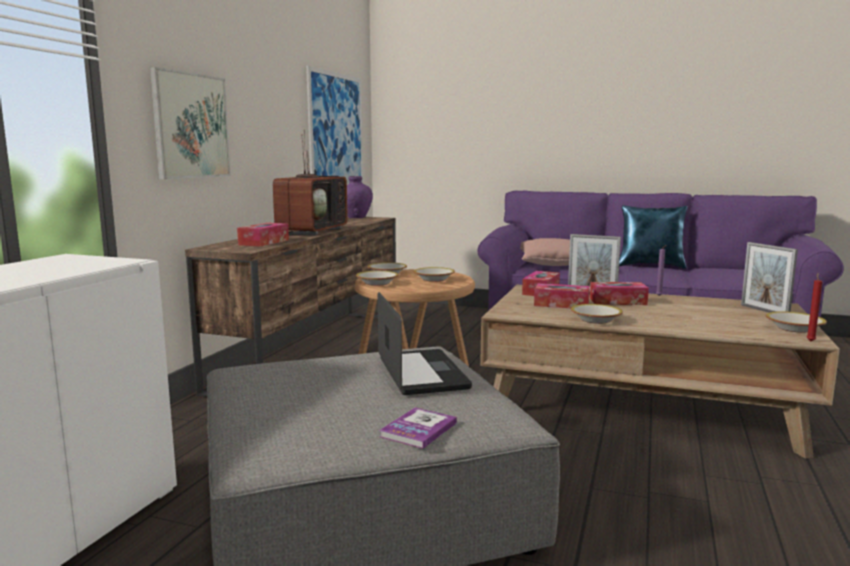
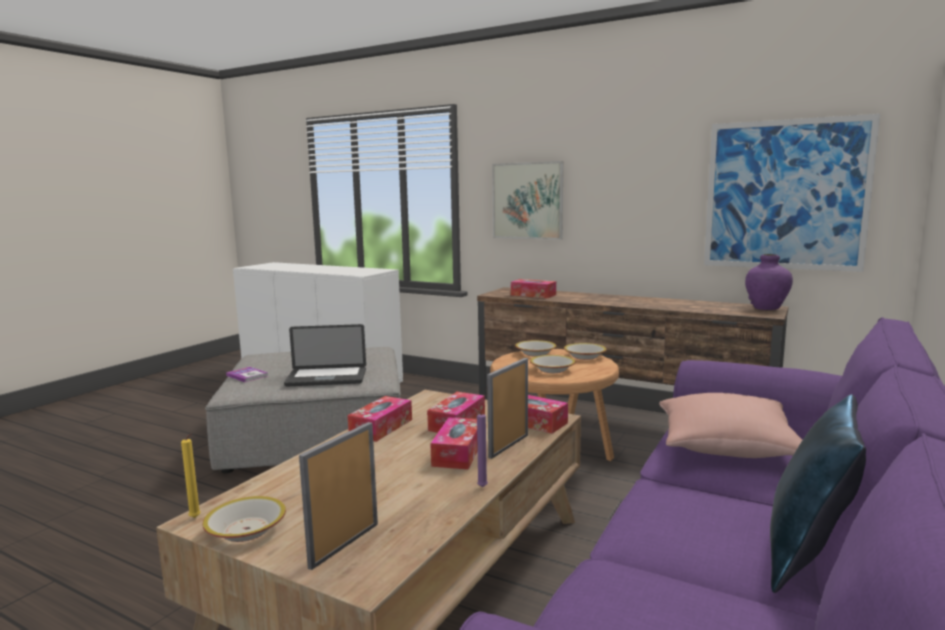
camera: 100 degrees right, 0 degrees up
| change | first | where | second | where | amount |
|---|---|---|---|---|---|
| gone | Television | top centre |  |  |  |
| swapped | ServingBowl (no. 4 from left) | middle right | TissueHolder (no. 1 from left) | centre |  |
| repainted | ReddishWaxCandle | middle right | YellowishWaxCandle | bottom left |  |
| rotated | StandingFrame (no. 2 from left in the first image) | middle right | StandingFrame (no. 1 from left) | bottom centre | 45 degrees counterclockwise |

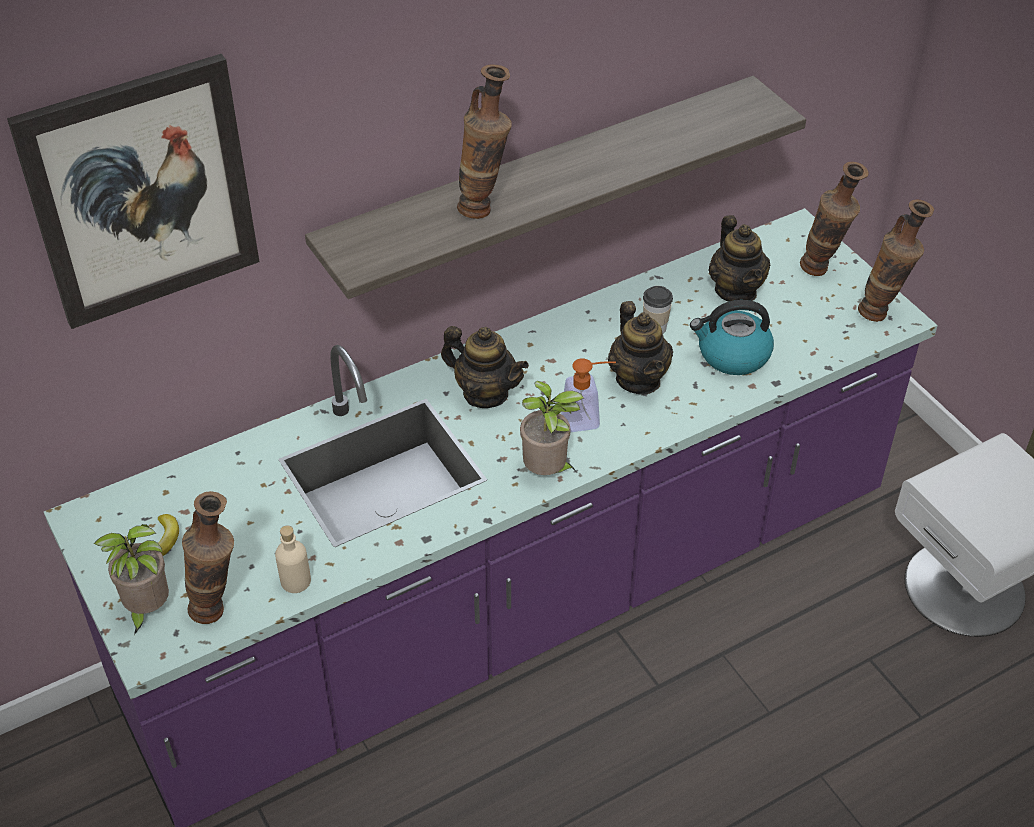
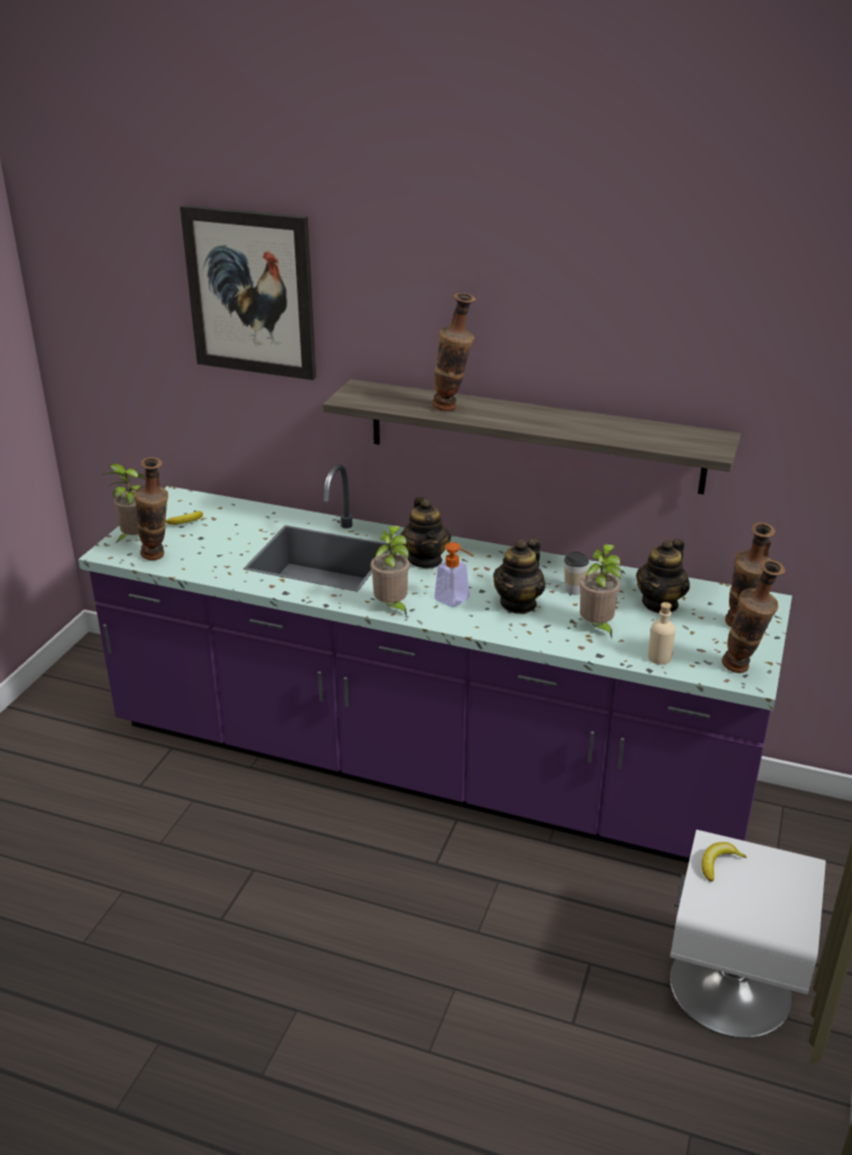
camera: 50 degrees right, 15 degrees down
| change | first | where | second | where | amount |
|---|---|---|---|---|---|
| new |  |  | WholeBanana (no. 2 from left) | bottom right |  |
| shifted | BeigeBottle | bottom left |  | middle right |  |
| swapped | Kettle | middle right | PlantInAPot (no. 3 from left) | middle right |  |

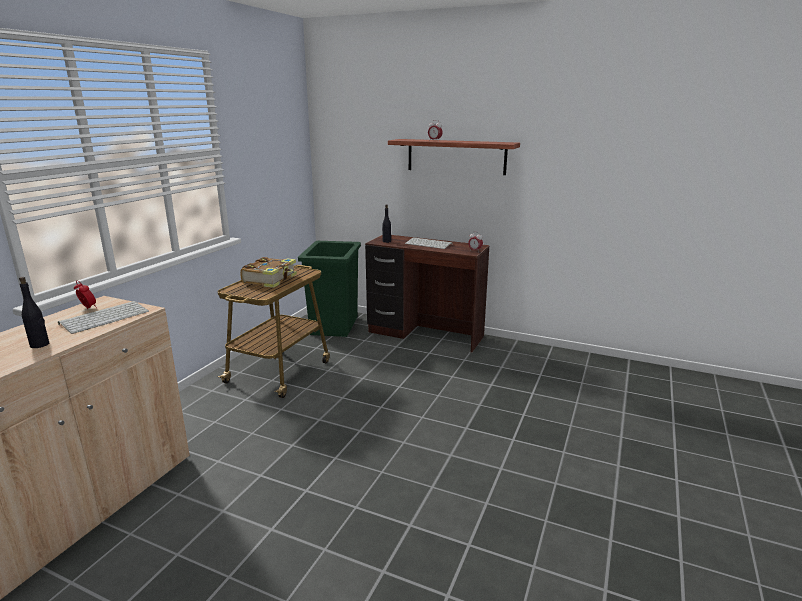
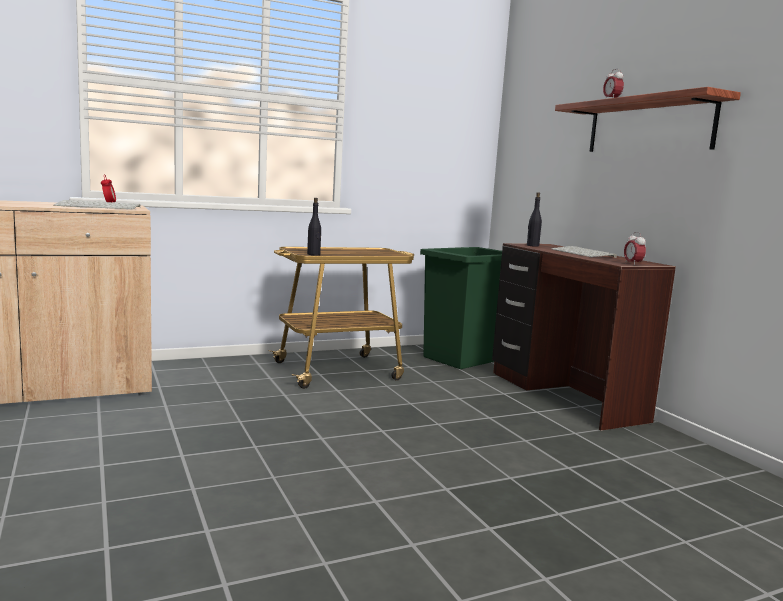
camera: 40 degrees right, 10 degrees down
| change | first | where | second | where | amount |
|---|---|---|---|---|---|
| gone | BoundBook | centre |  |  |  |
| shifted | BlackColouredBottle (no. 1 from left) | middle left |  | centre |  |

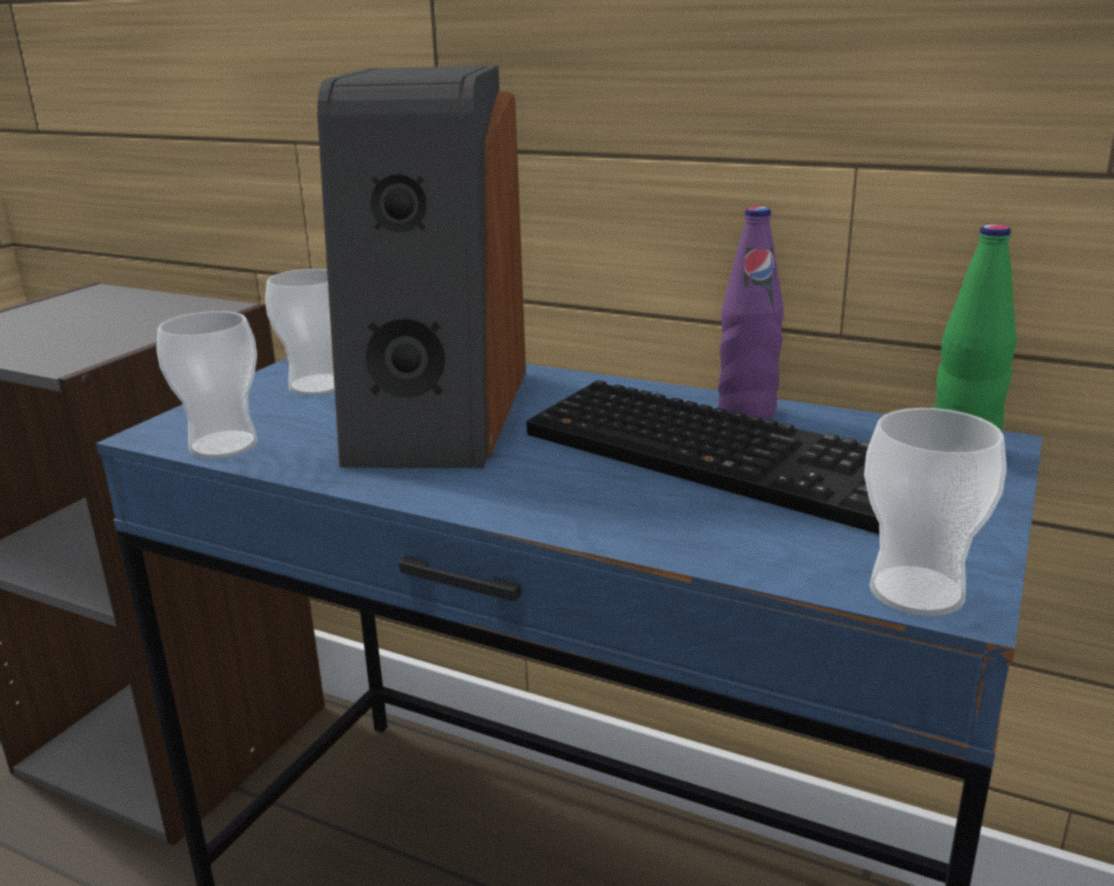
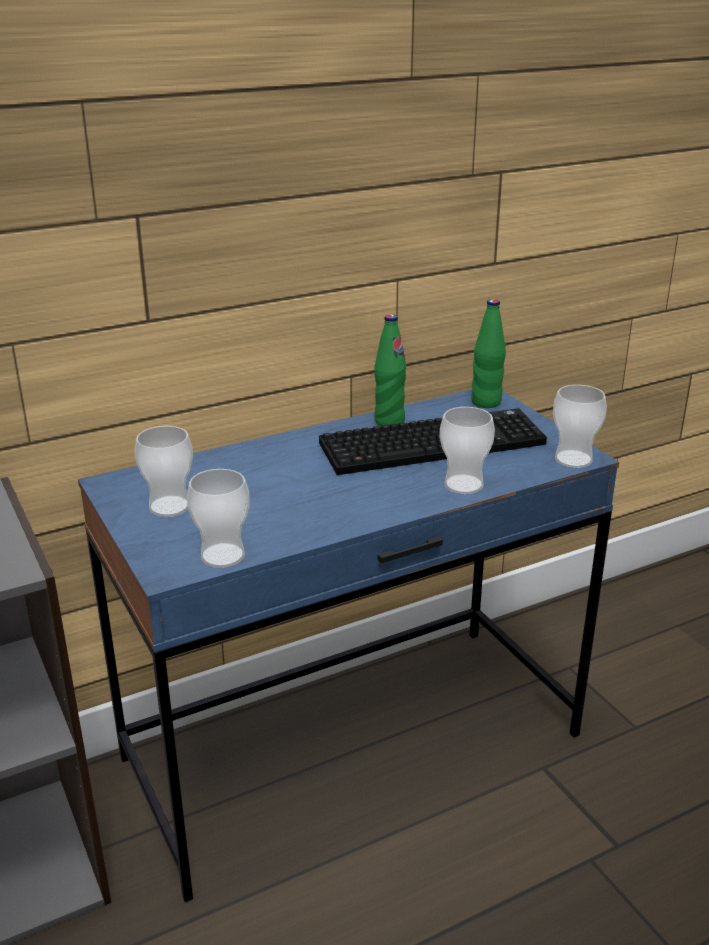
camera: 55 degrees left, 5 degrees up
| change | first | where | second | where | amount |
|---|---|---|---|---|---|
| gone | Loudspeaker | top centre |  |  |  |
| new |  |  | SmallCup (no. 3 from left) | centre |  |
| repainted | PurpleBottle | middle right | GreenishBottle (no. 1 from left) | centre |  |

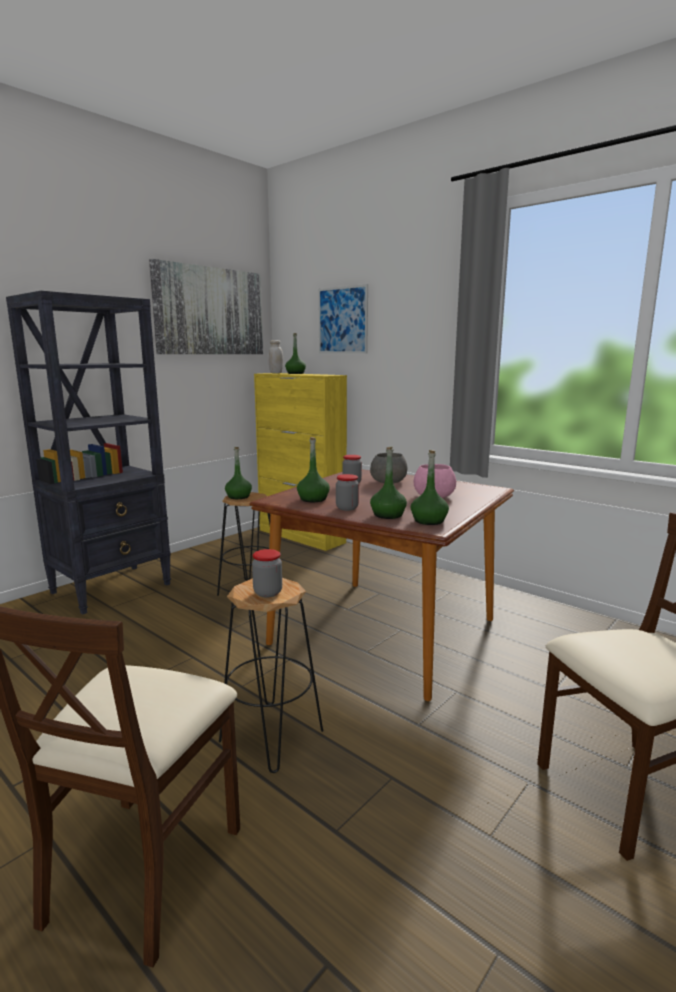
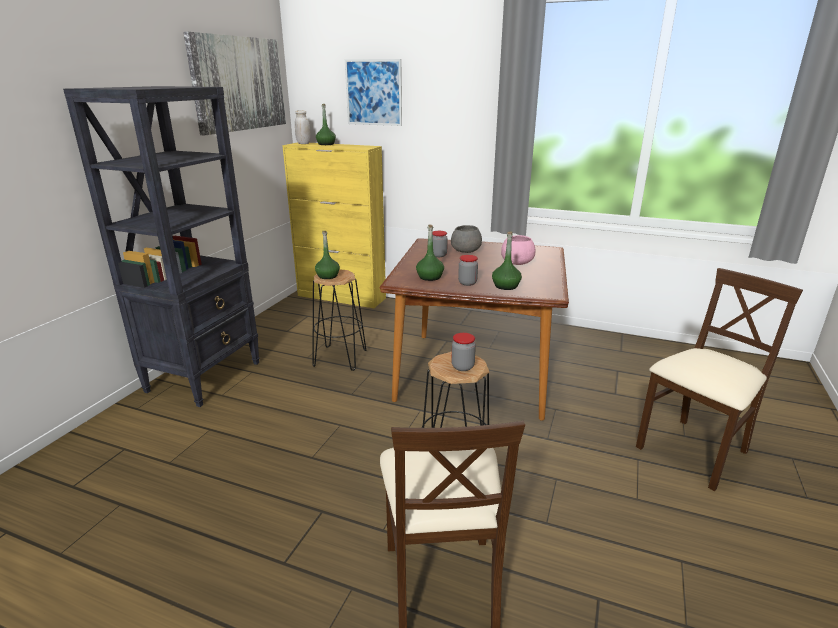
camera: 20 degrees left, 10 degrees up
| change | first | where | second | where | amount |
|---|---|---|---|---|---|
| gone | GreenishBottle (no. 5 from left) | centre |  |  |  |

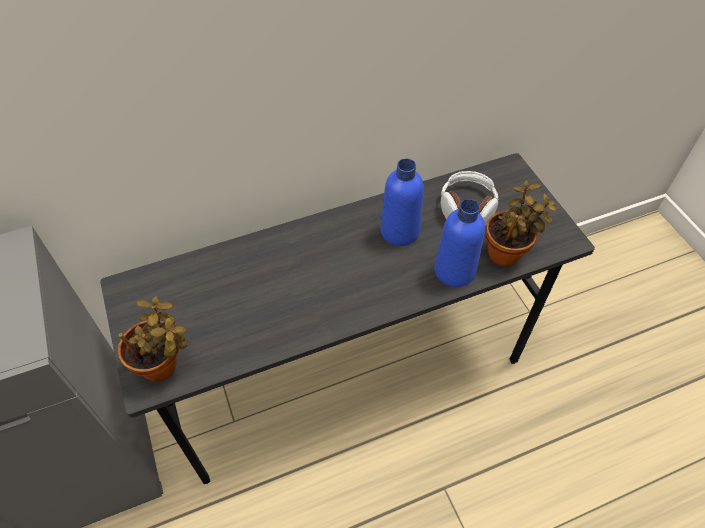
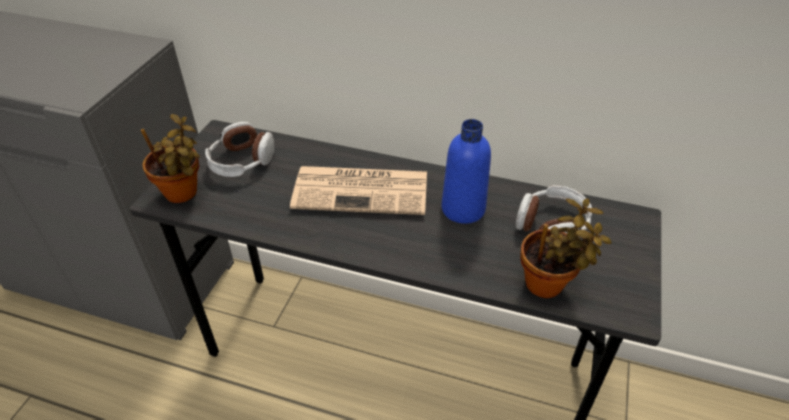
camera: 40 degrees right, 10 degrees down
| change | first | where | second | where | amount |
|---|---|---|---|---|---|
| gone | BluishBottle (no. 2 from left) | centre |  |  |  |
| new |  |  | PairOfHeadphones (no. 1 from left) | middle left |  |
| new |  |  | DailyPaper | centre |  |

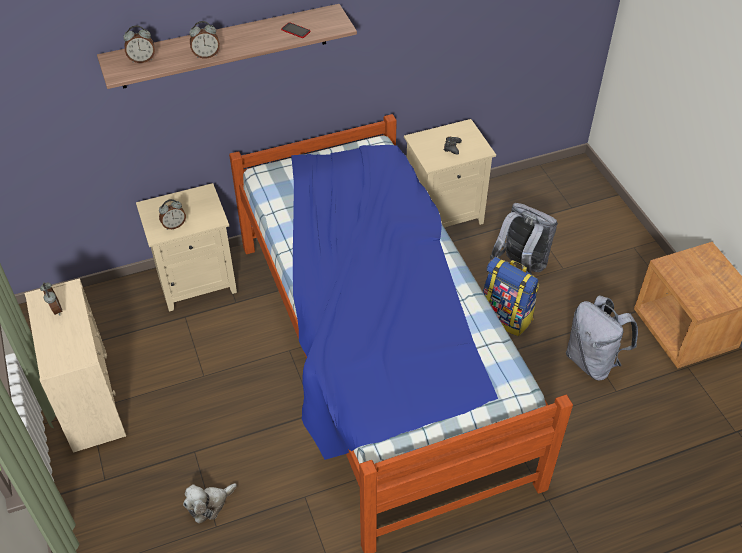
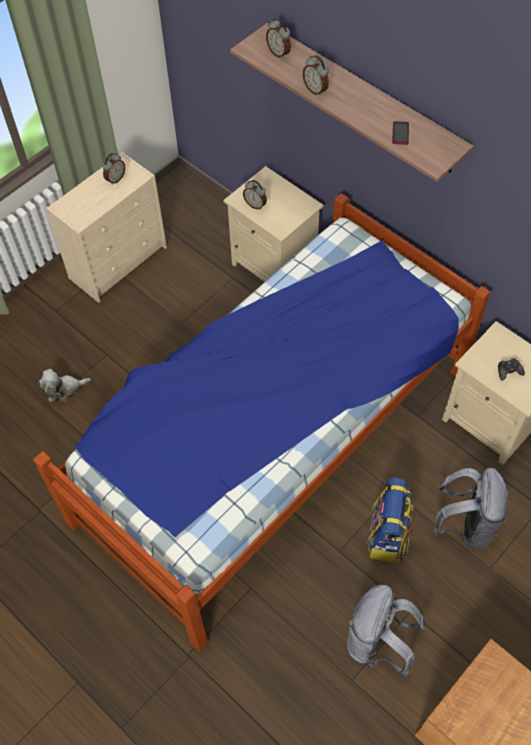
camera: 65 degrees right, 10 degrees up
| change | first | where | second | where | amount |
|---|---|---|---|---|---|
| rotated | SoftToy | bottom left |  | middle left | 45 degrees counterclockwise |

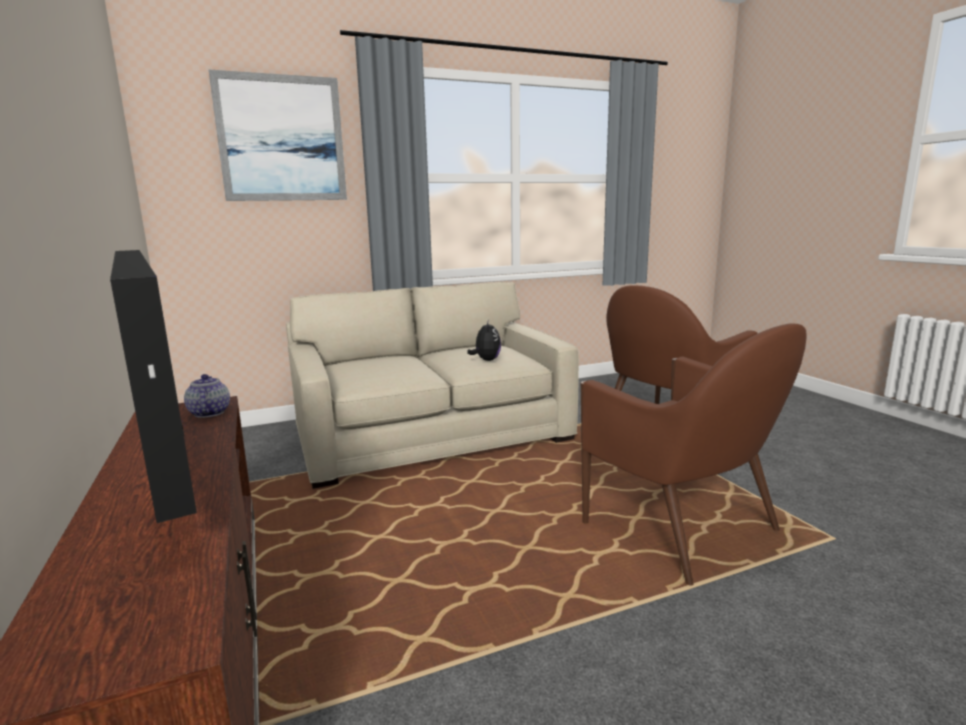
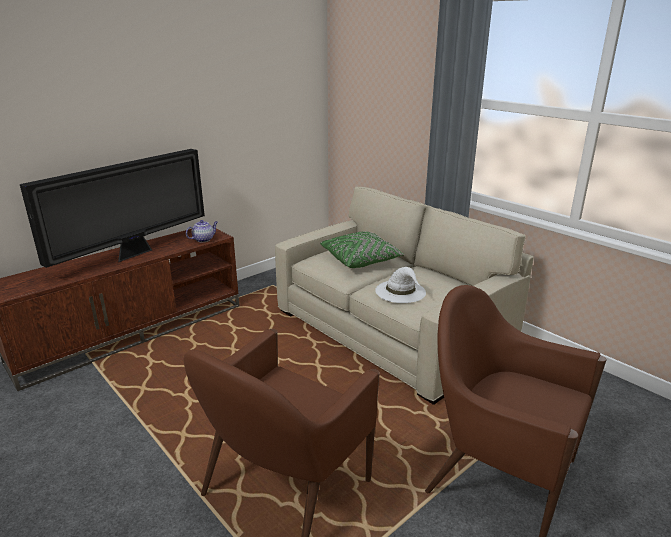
camera: 70 degrees right, 10 degrees up
| change | first | where | second | where | amount |
|---|---|---|---|---|---|
| gone | WallPicture | top left |  |  |  |
| new |  |  | GreenishPillow | centre |  |
| swapped | SoftToy | centre | WhiteHat | centre |  |

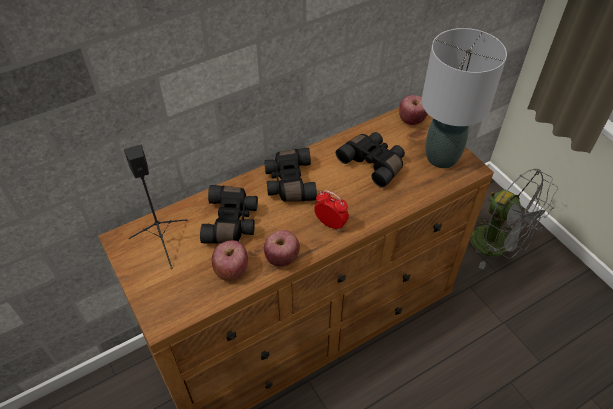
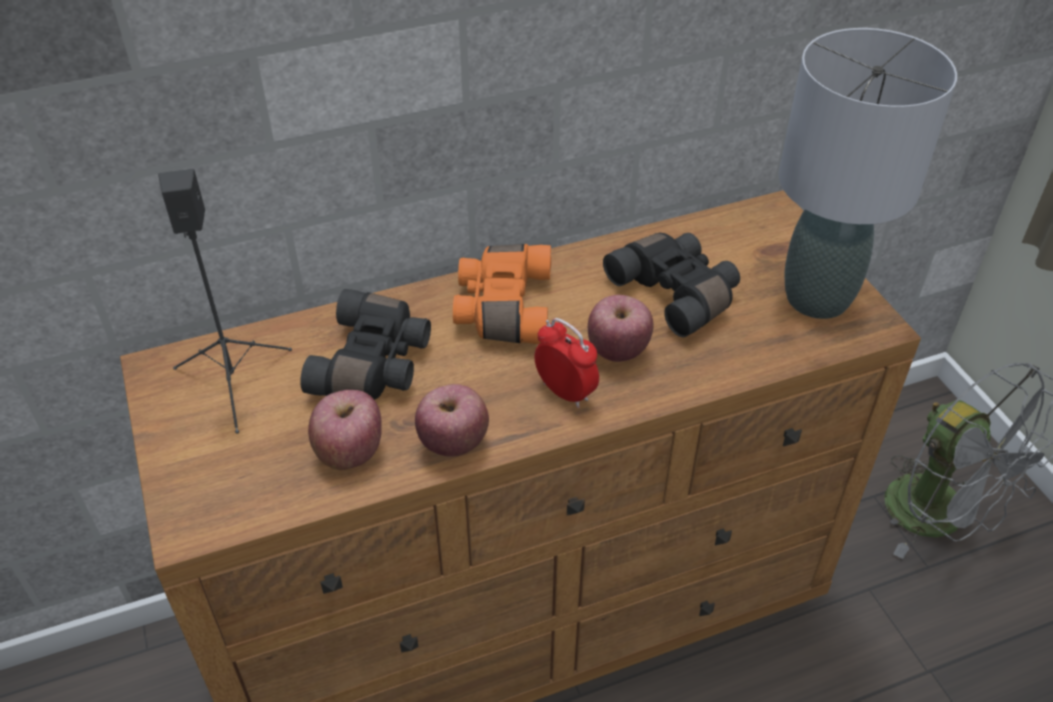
camera: 10 degrees right, 5 degrees down
| change | first | where | second | where | amount |
|---|---|---|---|---|---|
| shifted | Apple (no. 3 from left) | top right |  | centre |  |
| repainted | BlackColouredBinoculars (no. 2 from left) | centre | OrangeyBinoculars | centre |  |

